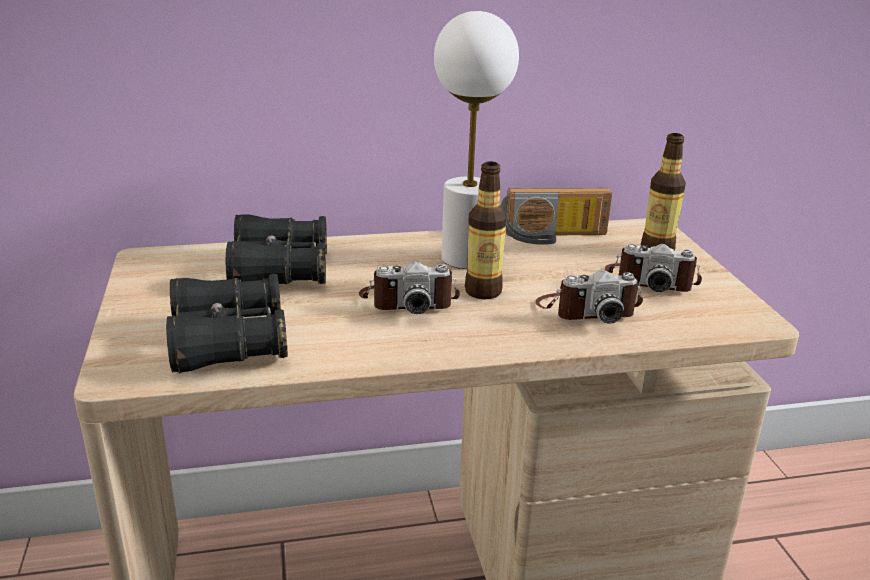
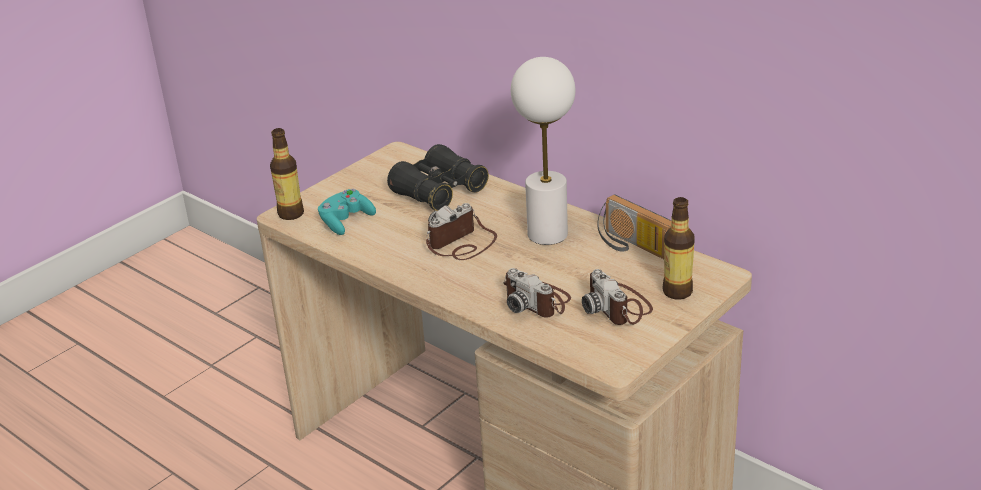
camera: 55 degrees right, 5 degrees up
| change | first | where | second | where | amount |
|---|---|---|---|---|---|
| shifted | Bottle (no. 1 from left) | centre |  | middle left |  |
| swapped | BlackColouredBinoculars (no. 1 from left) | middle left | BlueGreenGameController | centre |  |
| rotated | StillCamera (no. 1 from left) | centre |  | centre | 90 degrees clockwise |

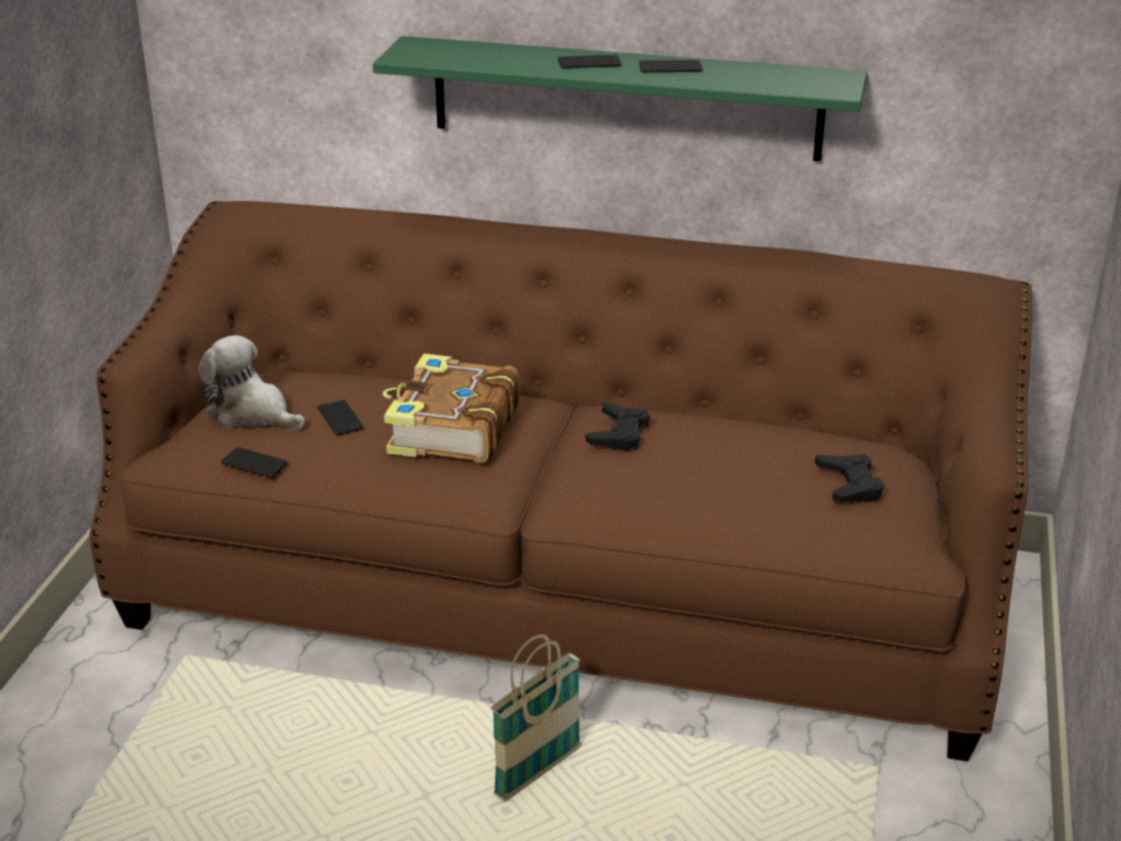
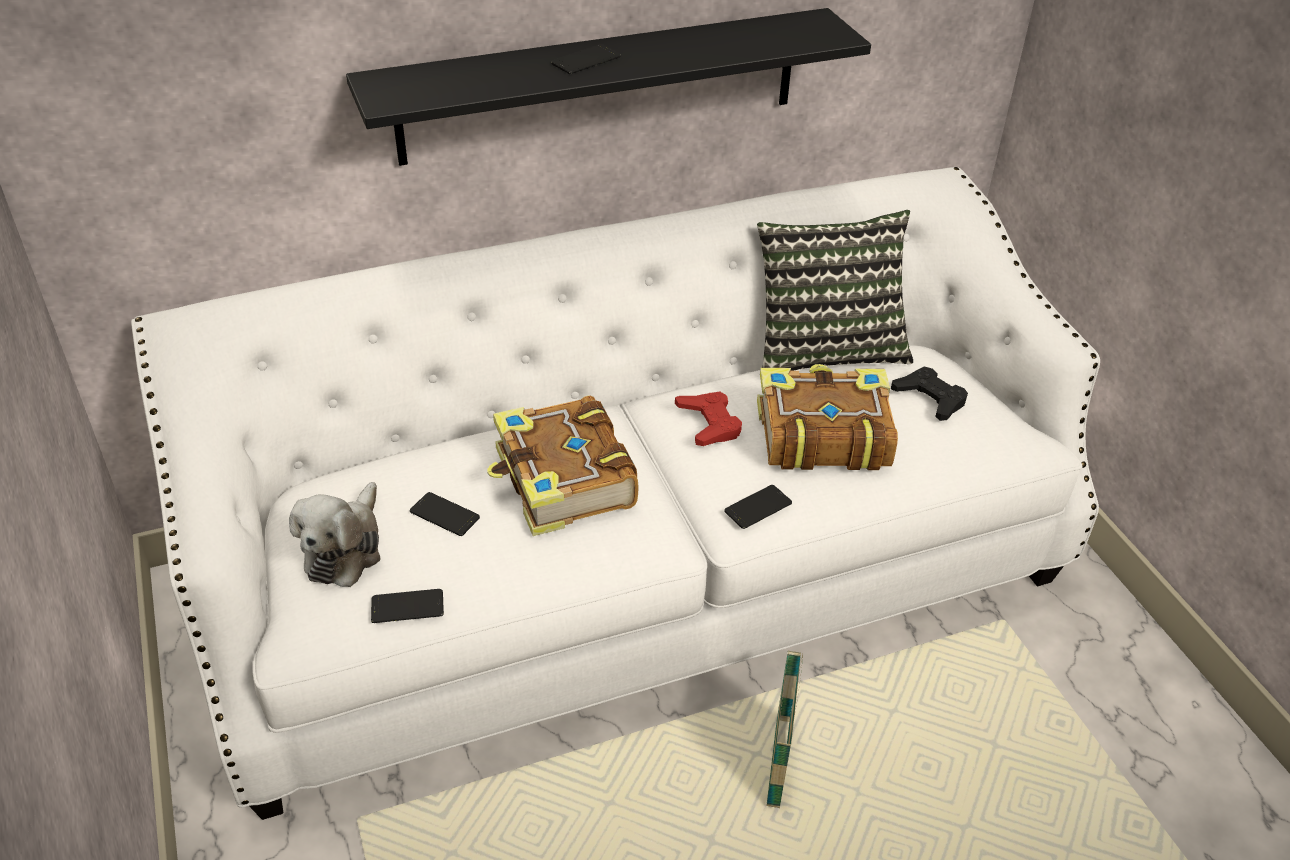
camera: 35 degrees left, 10 degrees up
| change | first | where | second | where | amount |
|---|---|---|---|---|---|
| new |  |  | Pillow | centre |  |
| new |  |  | BoundBook (no. 2 from left) | centre |  |
| shifted | Telephone (no. 4 from left) | top centre |  | centre |  |
| repainted | BrownColouredSofa | centre | WhiteSofa | centre |  |
| repainted | GreenishWallShelf | top centre | BlackColouredWallShelf | top centre |  |
| repainted | BlackColouredGameController (no. 1 from left) | centre | ReddishGameController | centre |  |
| rotated | SoftToy | middle left |  | middle left | 75 degrees counterclockwise |

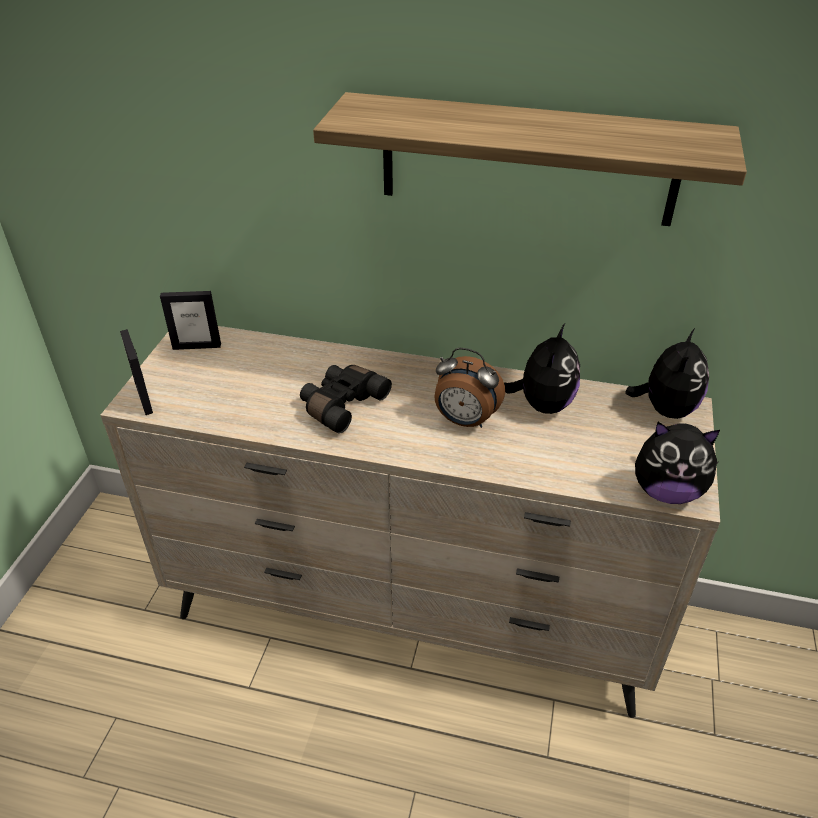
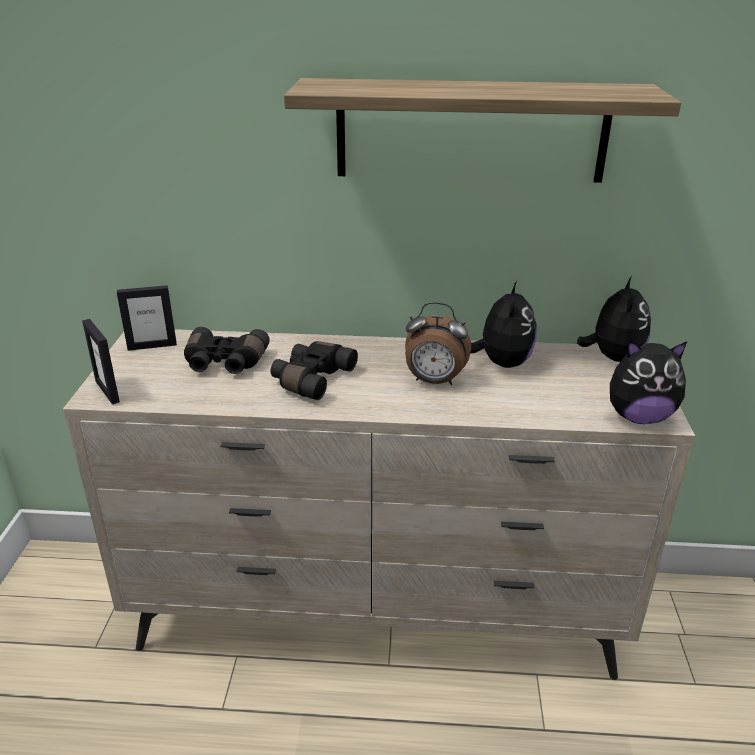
camera: 10 degrees left, 10 degrees down
| change | first | where | second | where | amount |
|---|---|---|---|---|---|
| new |  |  | BlackColouredBinoculars (no. 1 from left) | middle left |  |

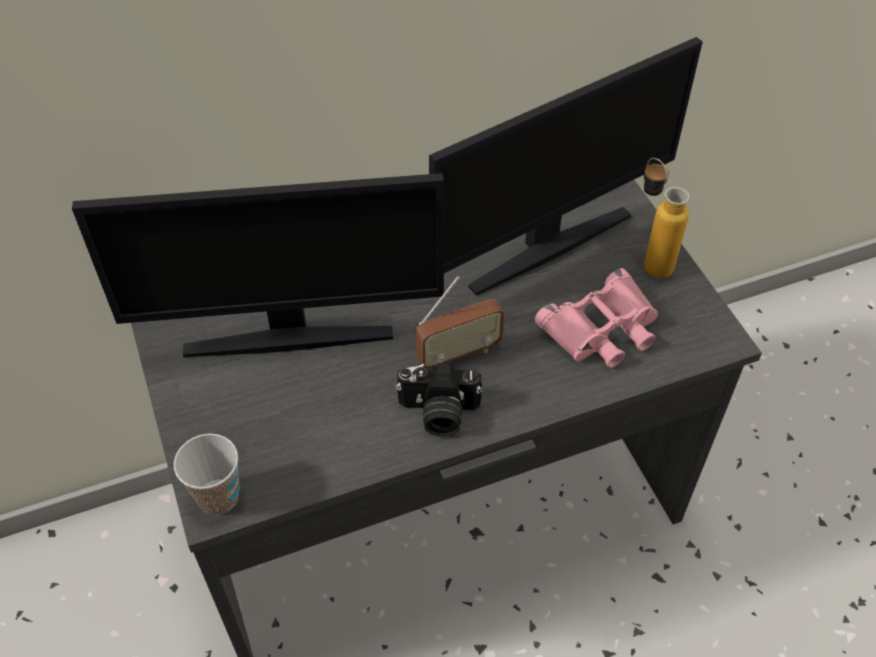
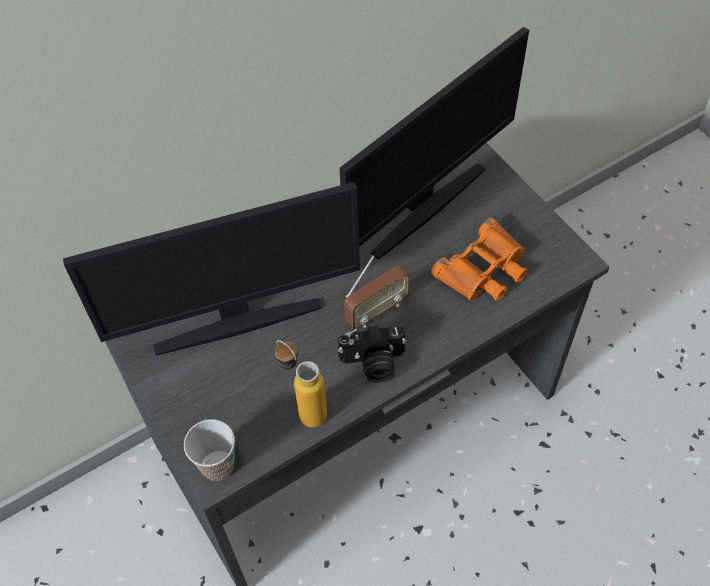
camera: 10 degrees left, 5 degrees up
| change | first | where | second | where | amount |
|---|---|---|---|---|---|
| shifted | Bottle | top right |  | centre |  |
| repainted | PinkBinoculars | middle right | OrangeyBinoculars | middle right |  |

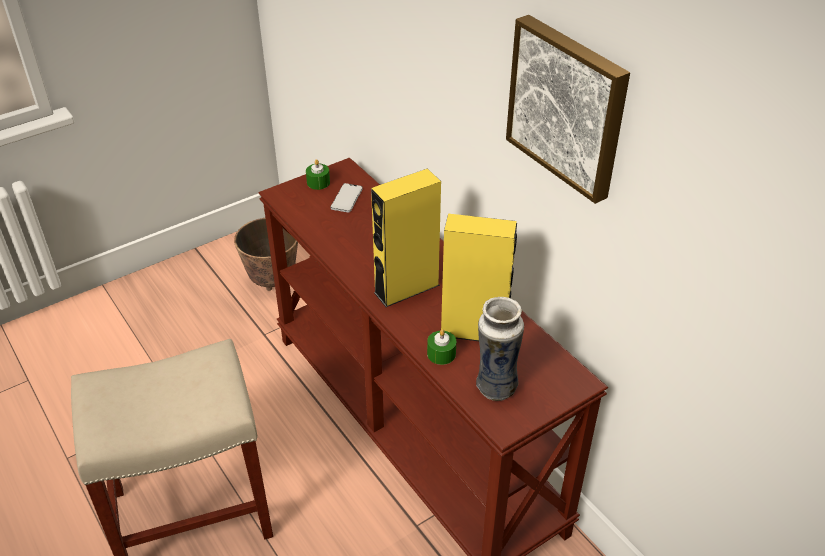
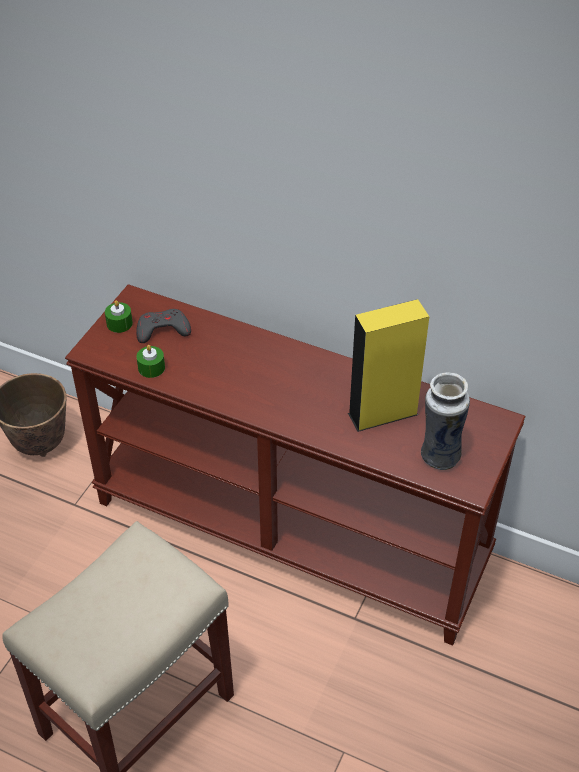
camera: 30 degrees left, 5 degrees up
| change | first | where | second | where | amount |
|---|---|---|---|---|---|
| gone | YellowishLoudspeaker (no. 1 from left) | centre |  |  |  |
| gone | WallPicture | top right |  |  |  |
| shifted | GreenishWaxCandle (no. 2 from left) | centre |  | middle left |  |
| swapped | Telephone | centre | GreyGameController | middle left |  |

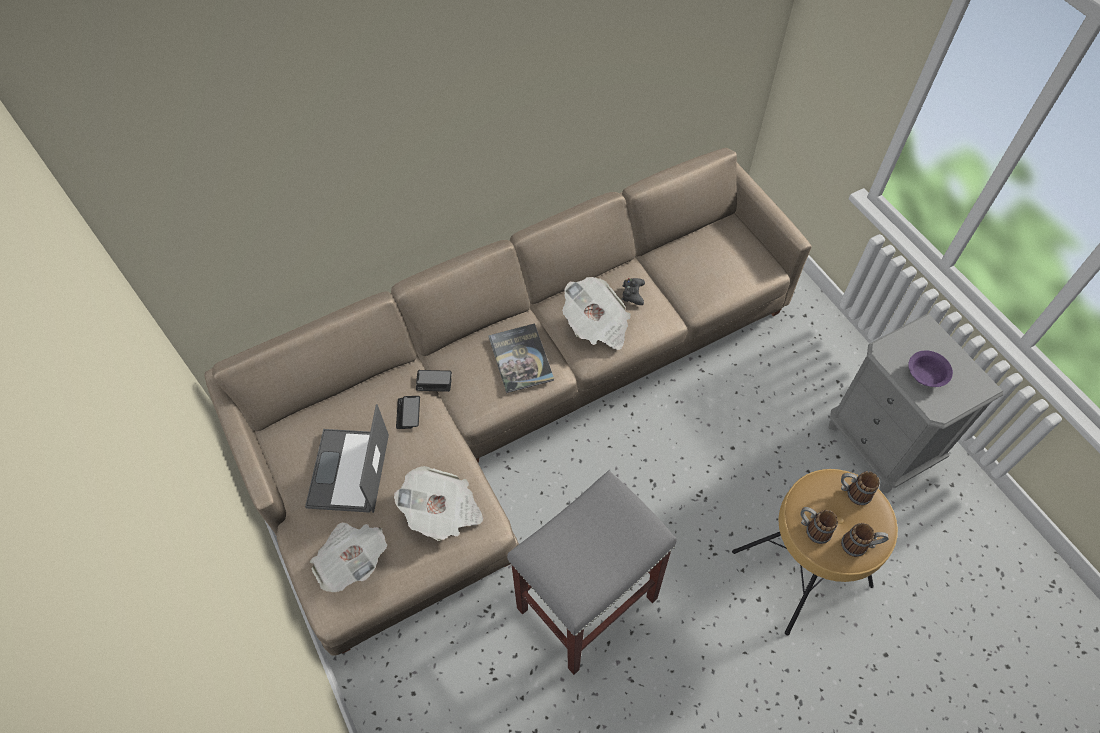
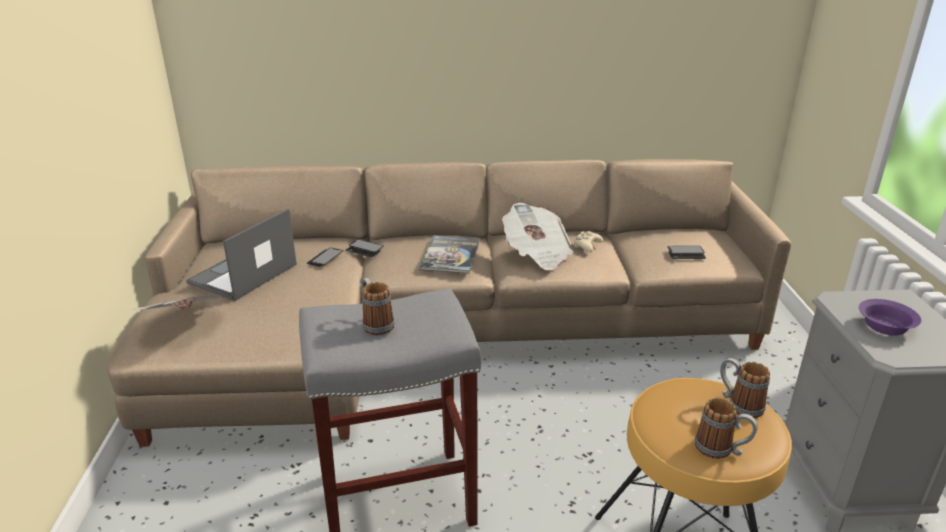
camera: 25 degrees right, 30 degrees down
| change | first | where | second | where | amount |
|---|---|---|---|---|---|
| gone | DailyPaper (no. 2 from left) | bottom centre |  |  |  |
| new |  |  | Telephone (no. 3 from left) | middle right |  |
| shifted | Mug (no. 1 from left) | bottom right |  | centre |  |
| repainted | BlackColouredGameController | centre | BeigeGameController | centre |  |

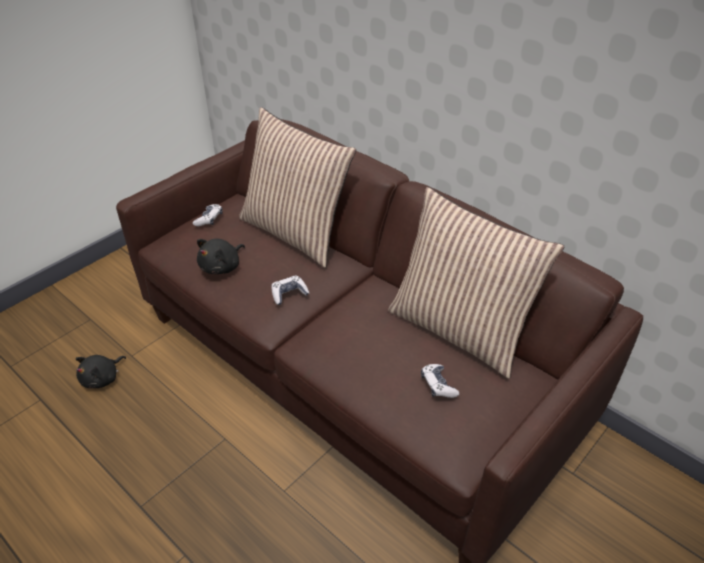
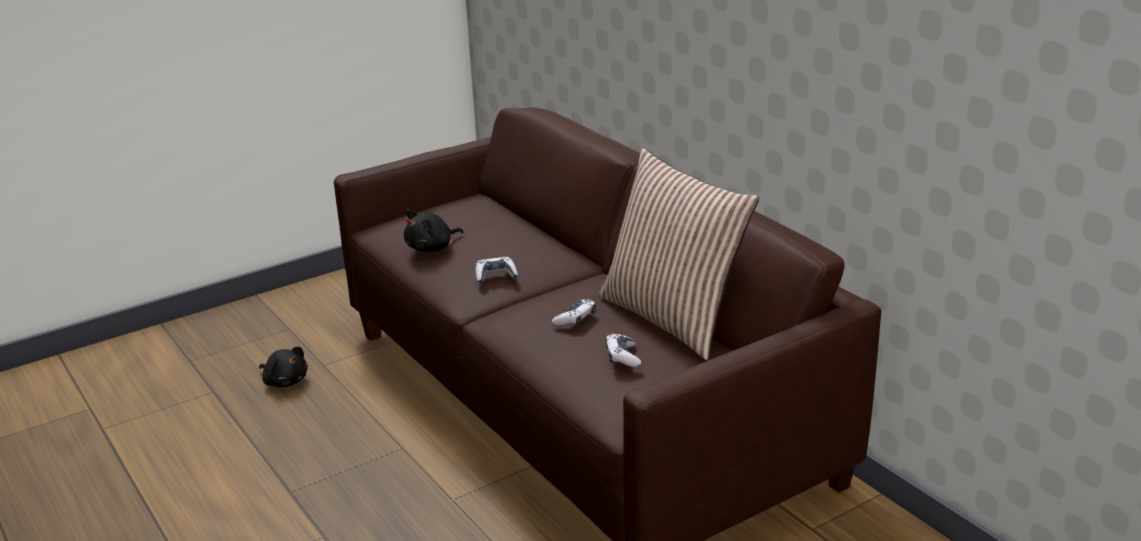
camera: 15 degrees right, 15 degrees down
| change | first | where | second | where | amount |
|---|---|---|---|---|---|
| gone | Pillow (no. 1 from left) | top centre |  |  |  |
| shifted | GameController (no. 1 from left in the first image) | middle left | GameController (no. 2 from left) | centre |  |
| rotated | BlackColouredSoftToy (no. 1 from left) | middle left |  | bottom left | 105 degrees counterclockwise |

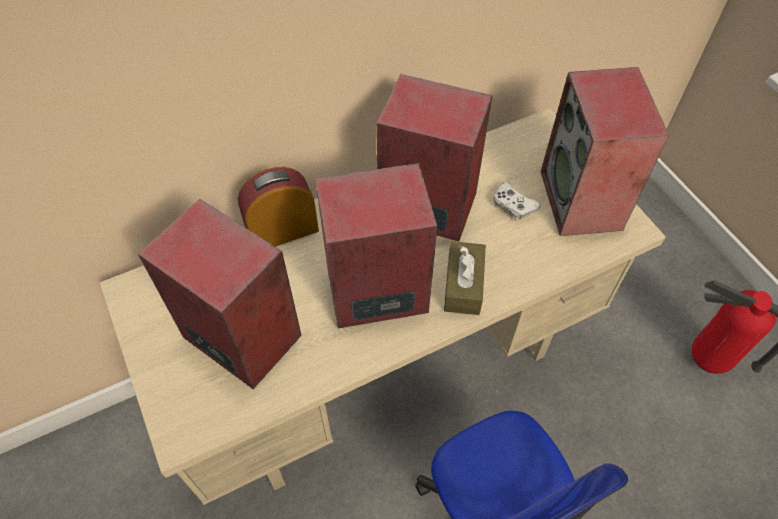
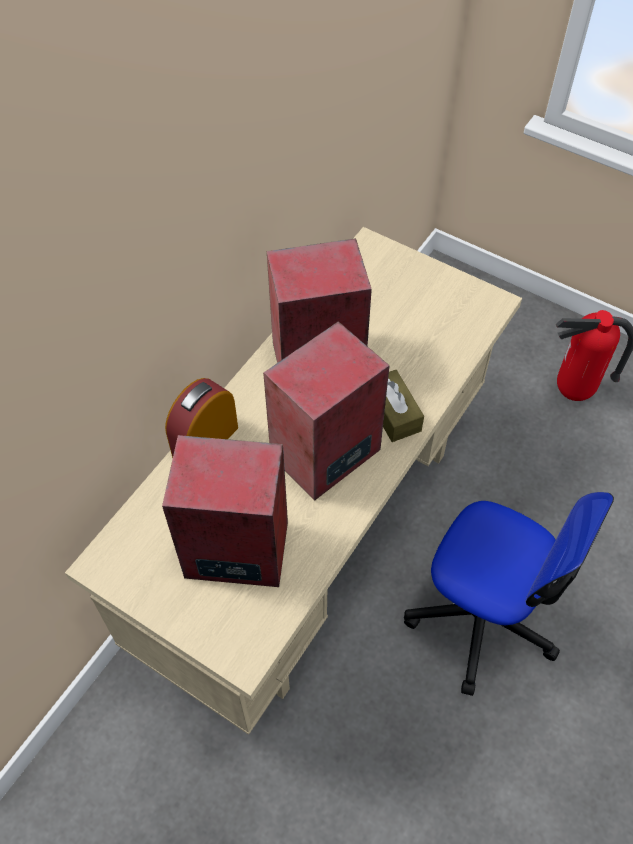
camera: 30 degrees left, 0 degrees up
| change | first | where | second | where | amount |
|---|---|---|---|---|---|
| gone | WhiteGameController | centre |  |  |  |
| gone | Loudspeaker (no. 4 from left) | top right |  |  |  |

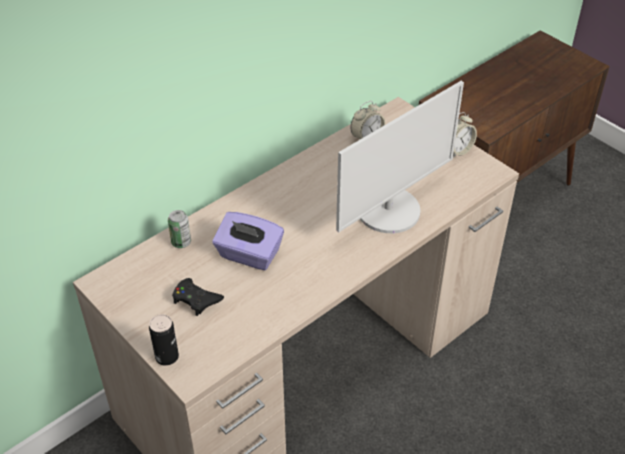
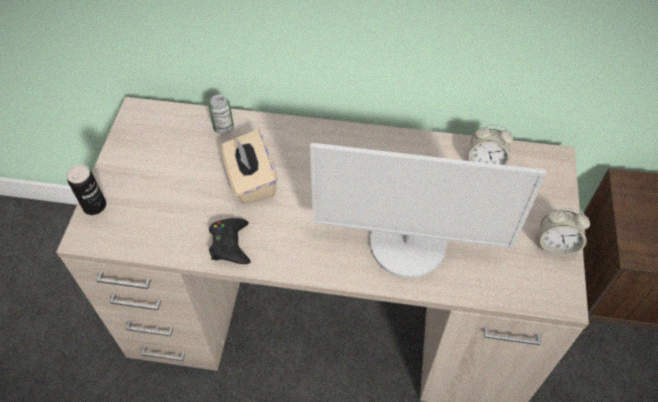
camera: 50 degrees right, 10 degrees up
| change | first | where | second | where | amount |
|---|---|---|---|---|---|
| shifted | BlackColouredGameController | middle left |  | centre |  |
| repainted | PurpleTissueHolder | centre | BeigeTissueHolder | centre |  |

